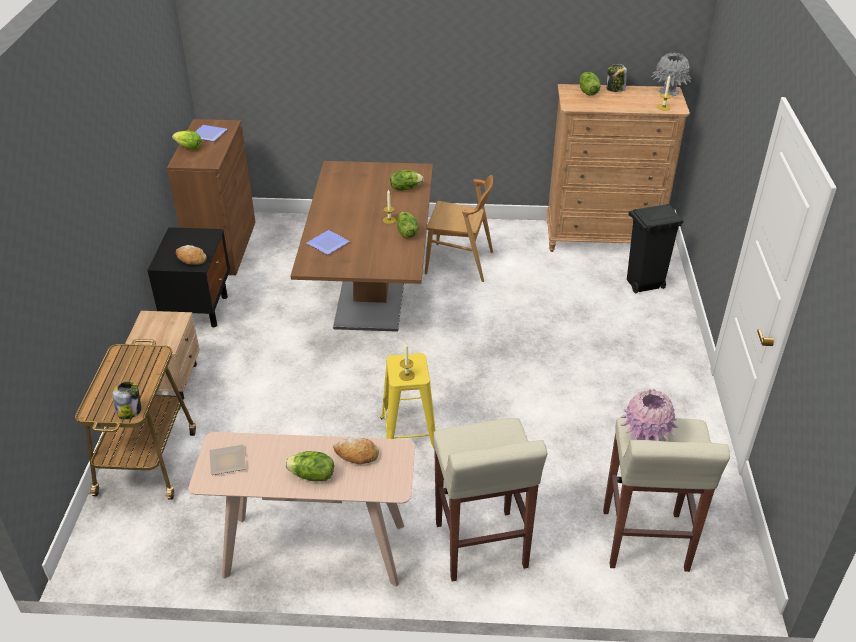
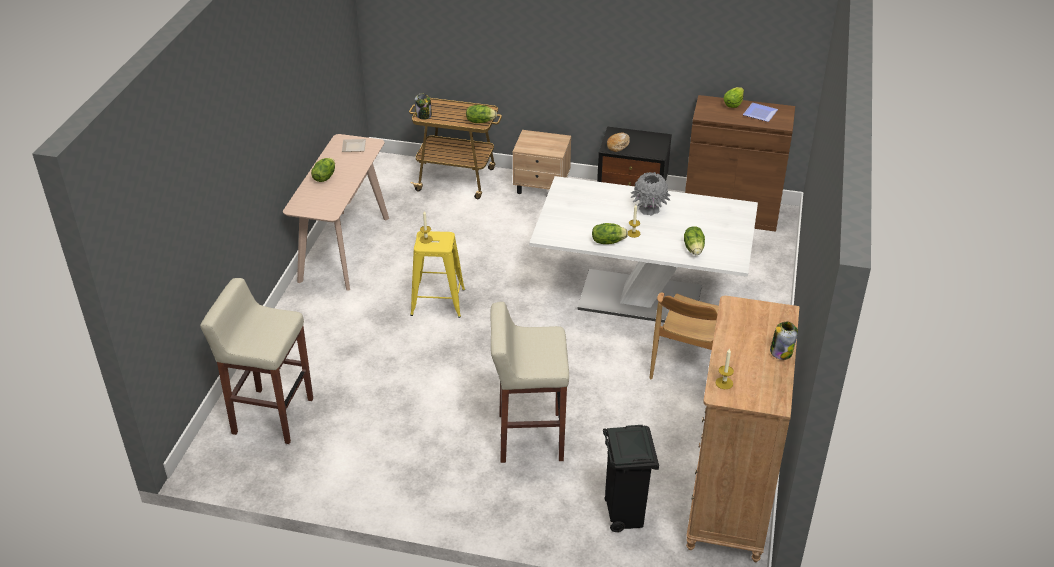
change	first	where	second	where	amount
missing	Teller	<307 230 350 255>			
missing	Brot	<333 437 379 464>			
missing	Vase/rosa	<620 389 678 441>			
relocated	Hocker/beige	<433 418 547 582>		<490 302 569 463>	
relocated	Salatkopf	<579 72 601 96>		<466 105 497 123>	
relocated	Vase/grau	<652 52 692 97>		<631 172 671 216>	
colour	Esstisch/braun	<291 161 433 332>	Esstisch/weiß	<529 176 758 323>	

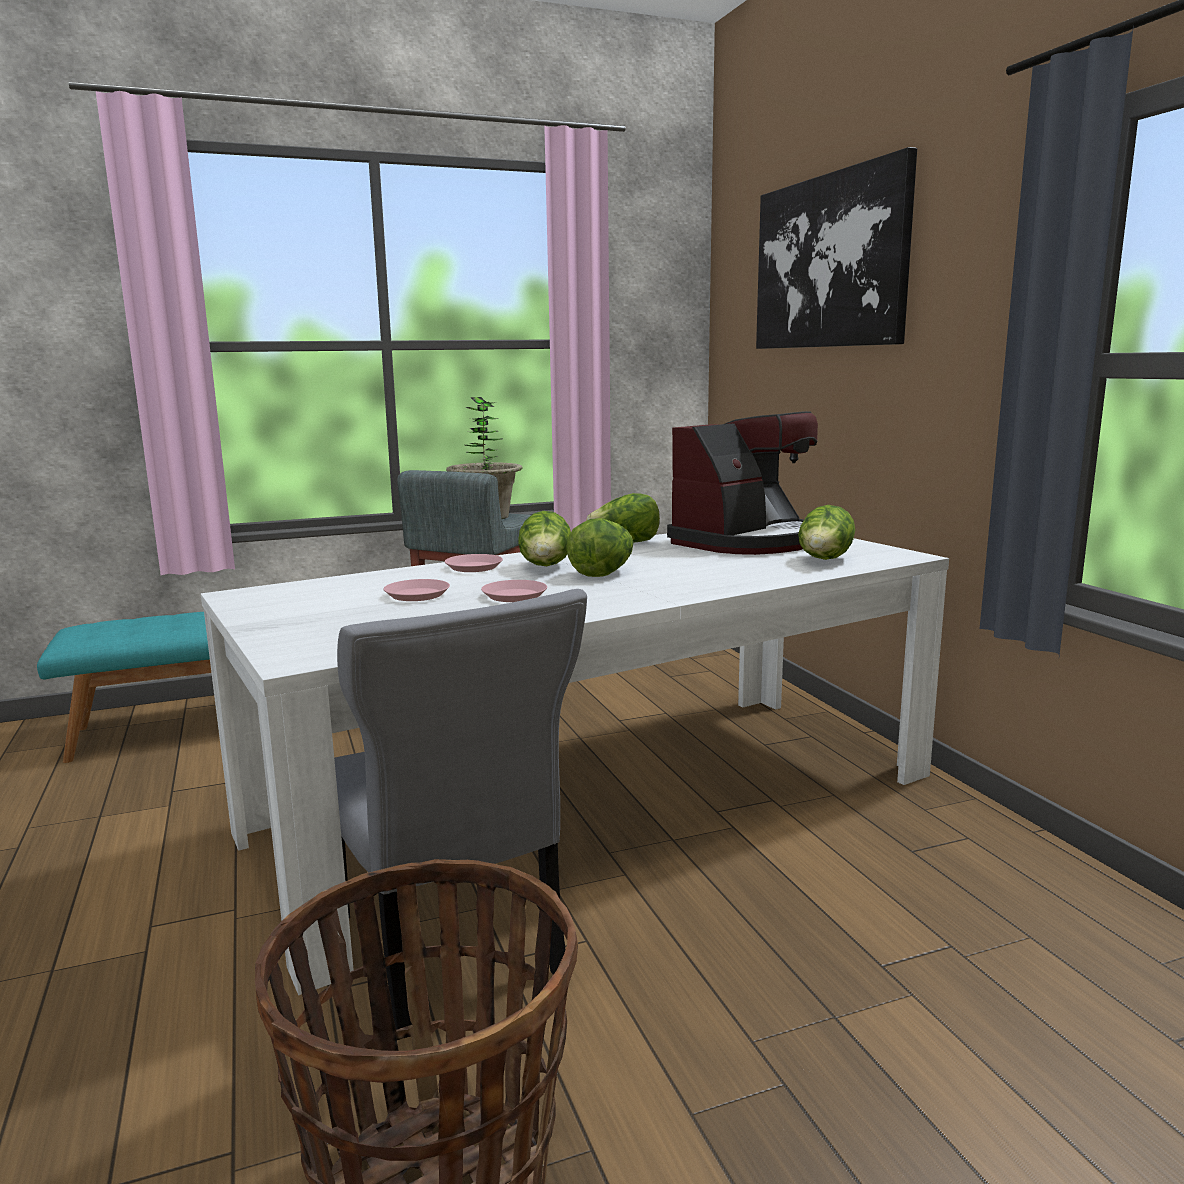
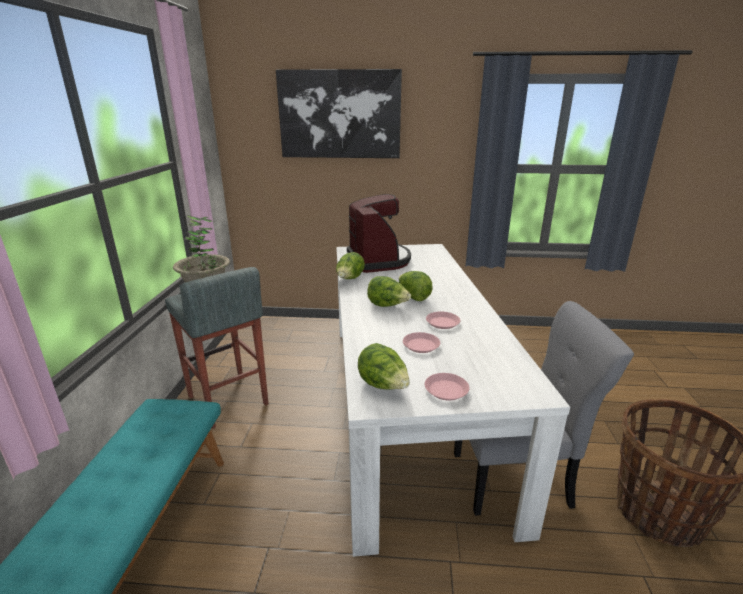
change	first	where	second	where	amount
relocated	Teller/rosa	<445 554 503 572>		<425 373 469 401>	
relocated	Salatkopf	<798 505 855 560>		<358 343 410 389>	

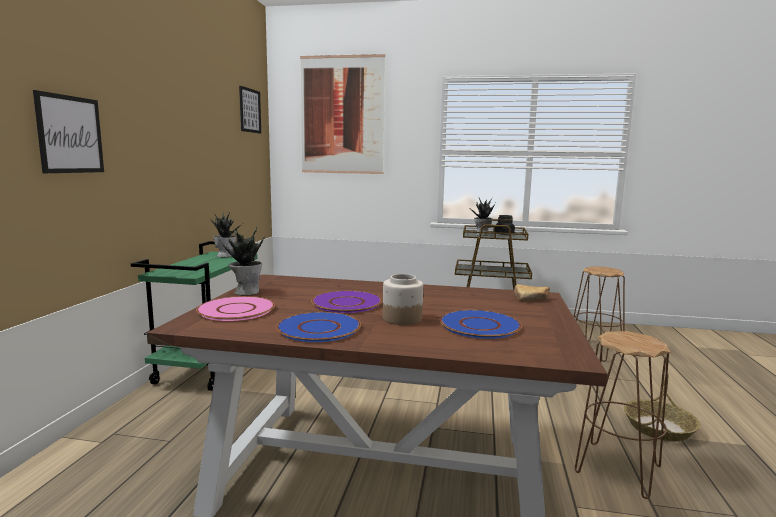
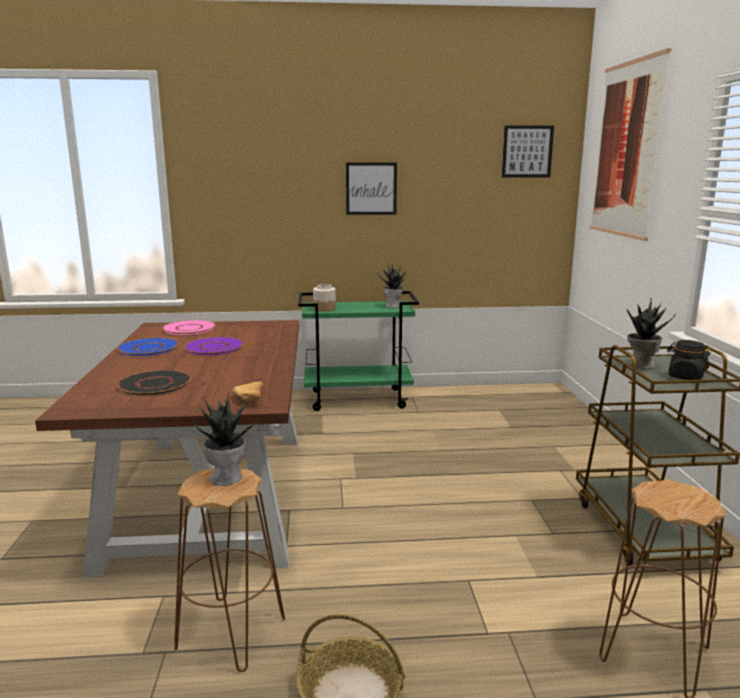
change	first	where	second	where	amount
relocated	Bild	<33 90 104 173>		<346 162 397 215>	
relocated	Topfpflanze	<219 227 265 295>		<194 392 259 486>	
relocated	Vorratsglas	<383 274 423 325>		<313 284 336 312>	
colour	Teller/blau	<439 310 522 339>	Teller/schwarz	<117 370 191 395>	

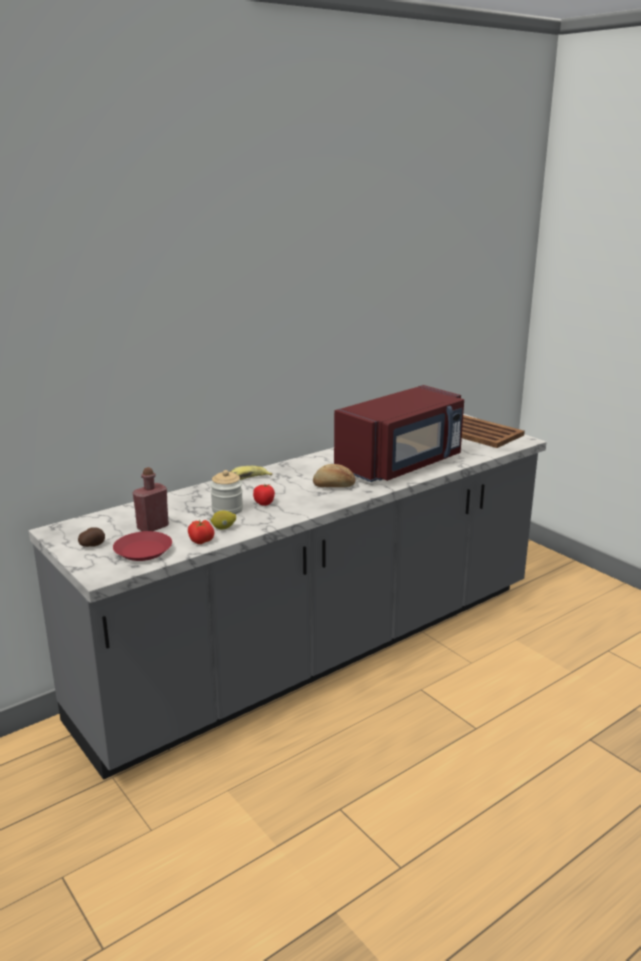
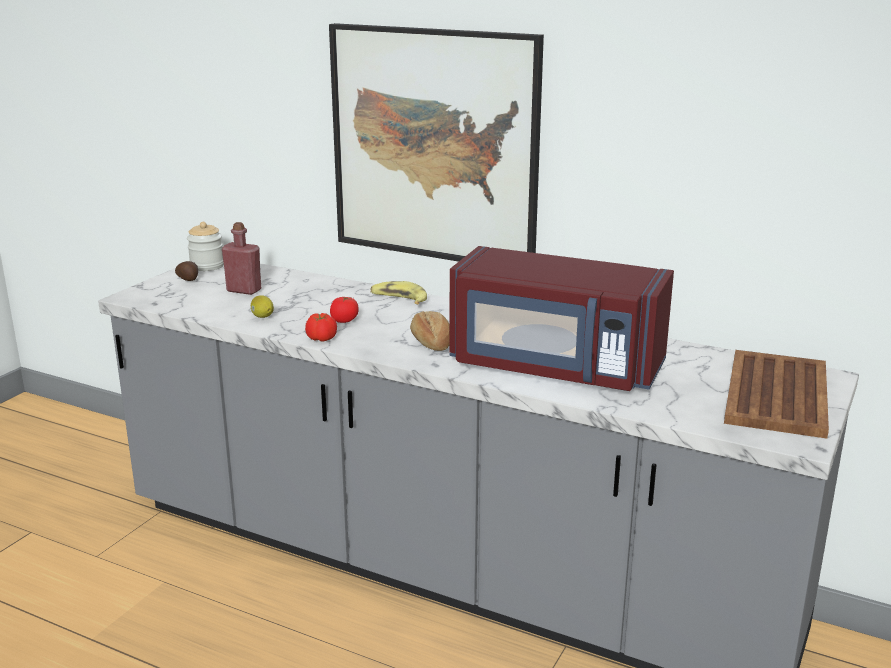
change	first	where	second	where	amount
missing	Teller/rot	<113 531 172 561>			
appeared			Bild	<329 23 544 262>	
relocated	Tomate	<188 520 214 544>		<305 313 337 342>	
relocated	Vorratsglas	<210 470 243 515>		<187 222 224 271>	

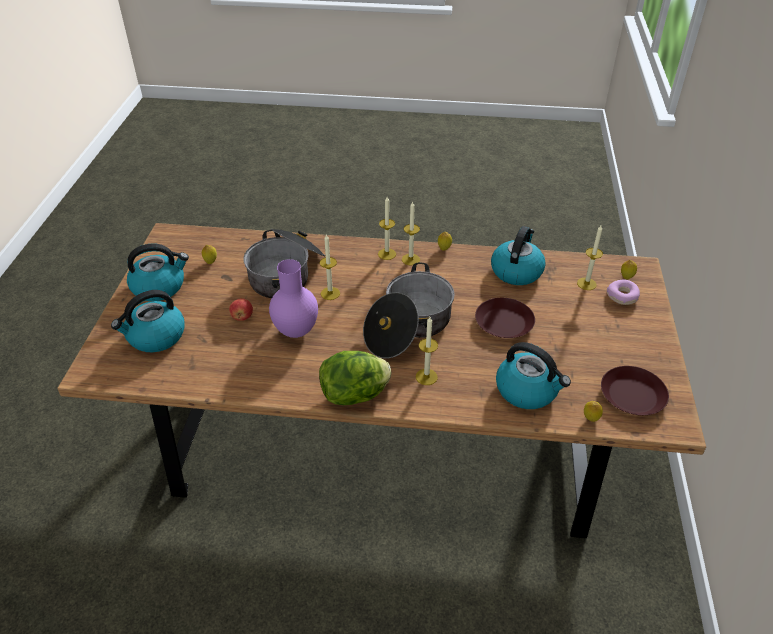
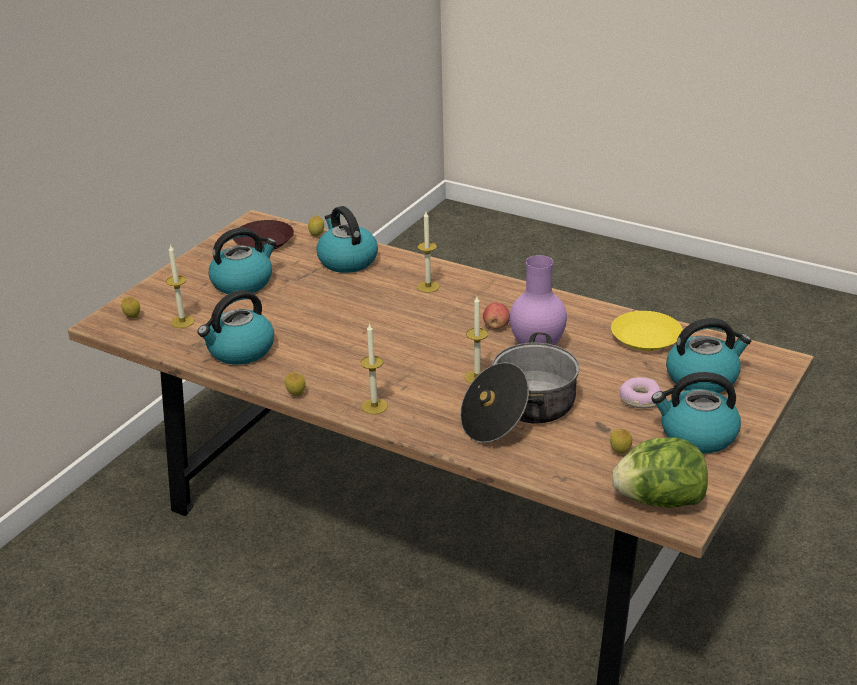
change	first	where	second	where	amount
missing	Kochtopf	<363 263 455 358>			
missing	Kerze	<402 201 420 266>			
missing	Teller/braun	<475 298 535 338>			
appeared			Wasserkessel	<209 228 277 294>	
appeared			Teller/gelb	<611 311 683 351>	
relocated	Apfel	<229 298 253 321>		<483 302 510 329>	
relocated	Salatkopf	<319 351 391 405>		<612 438 708 508>	
relocated	Donut	<607 280 640 305>		<620 377 661 408>	

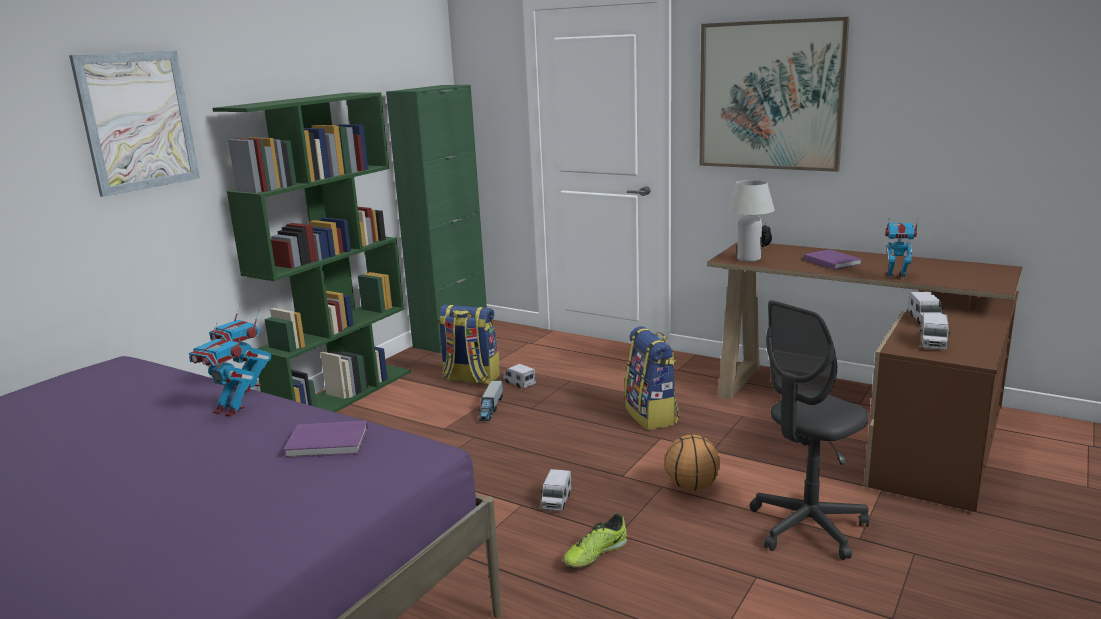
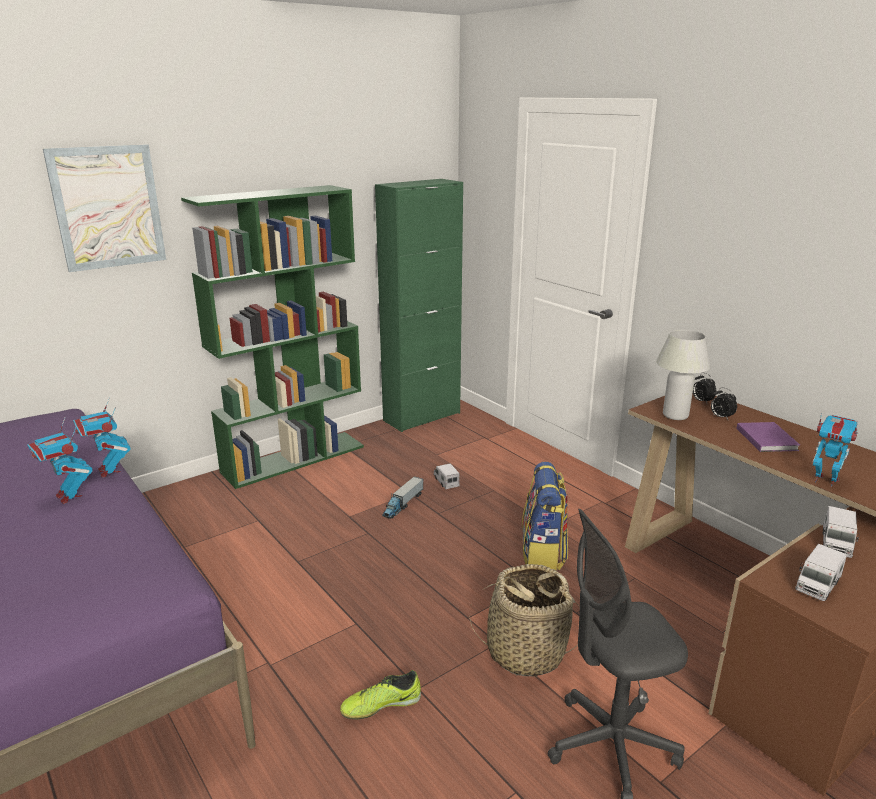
change	first	where	second	where	amount
missing	Buch/lila	<283 421 368 458>			
missing	Rucksack	<439 305 500 385>			
missing	Spielzeuglaster	<541 469 572 511>			
missing	Bild	<699 17 850 172>			
appeared			Wecker	<711 387 737 420>	
exchanged	Basketball	<665 434 720 491>	Korb	<469 564 579 677>	

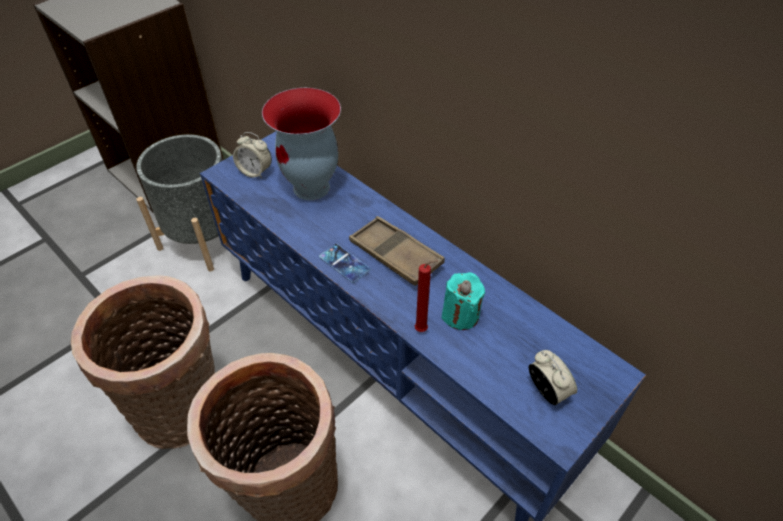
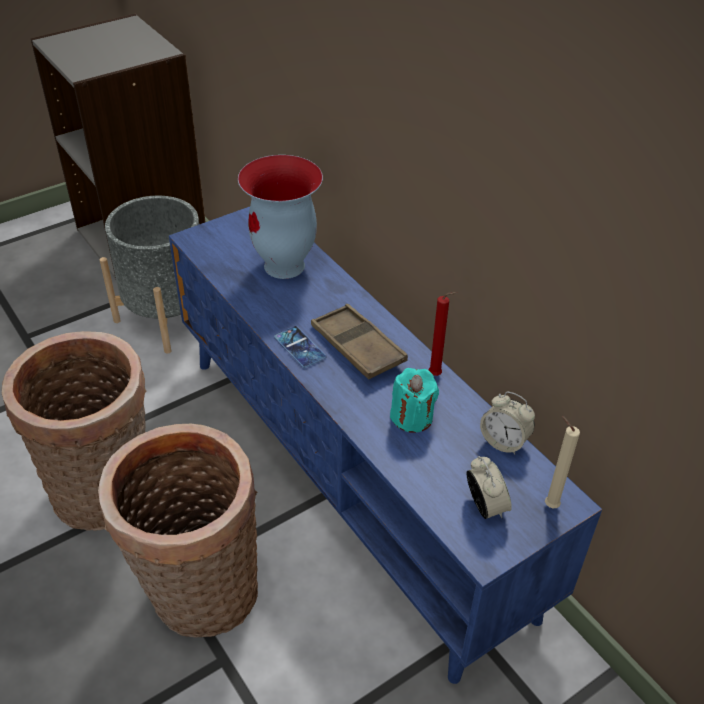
change	first	where	second	where	amount
appeared			Kerze/beige	<545 416 580 508>	
relocated	Wecker	<233 132 272 178>		<480 392 535 455>	
relocated	Kerze/rot	<415 260 438 332>		<429 292 457 376>	

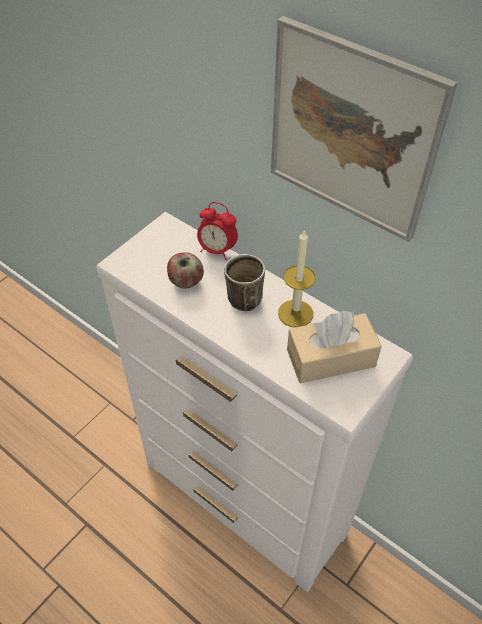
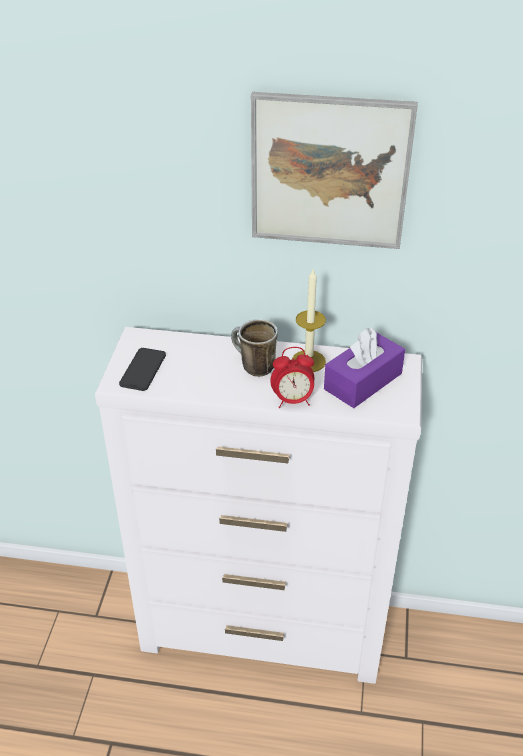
change	first	where	second	where	amount
missing	Apfel	<167 252 204 289>			
appeared			Handy	<119 348 166 391>	
relocated	Wecker	<197 202 238 260>		<270 347 314 408>	
colour	Taschentuchbox/beige	<287 311 382 384>	Taschentuchbox/lila	<324 328 405 408>	

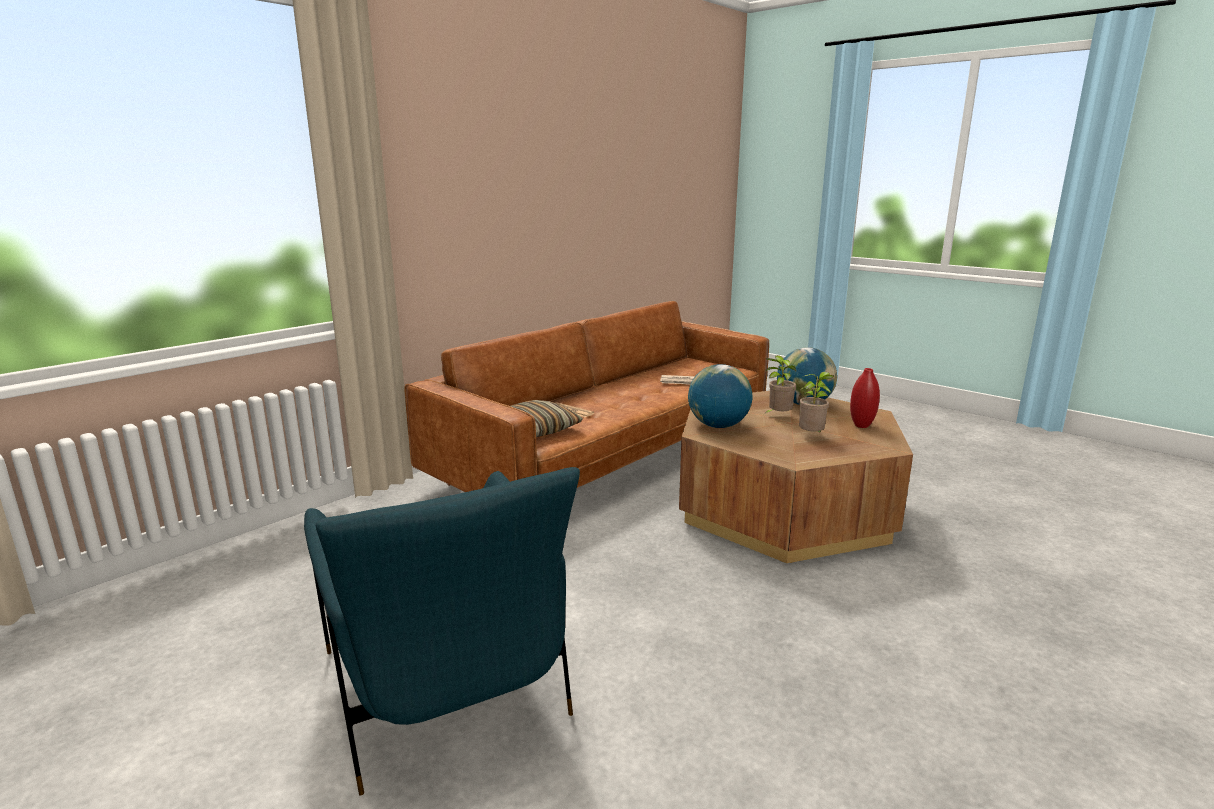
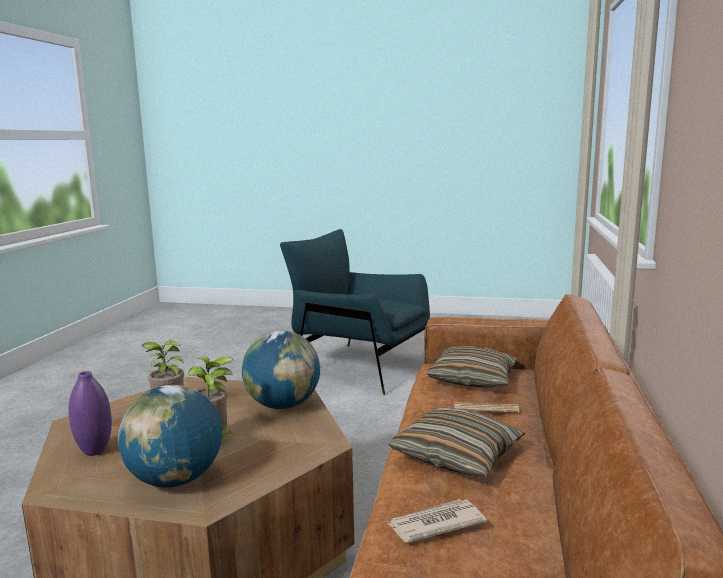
change	first	where	second	where	amount
appeared			Kissen	<388 407 525 476>	
colour	Vase/rot	<850 368 880 428>	Vase/lila	<68 371 112 456>	

